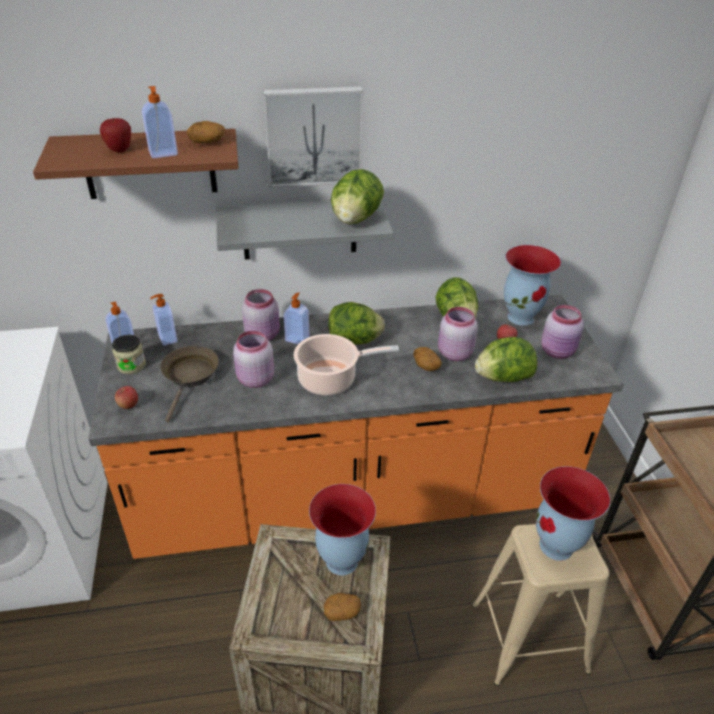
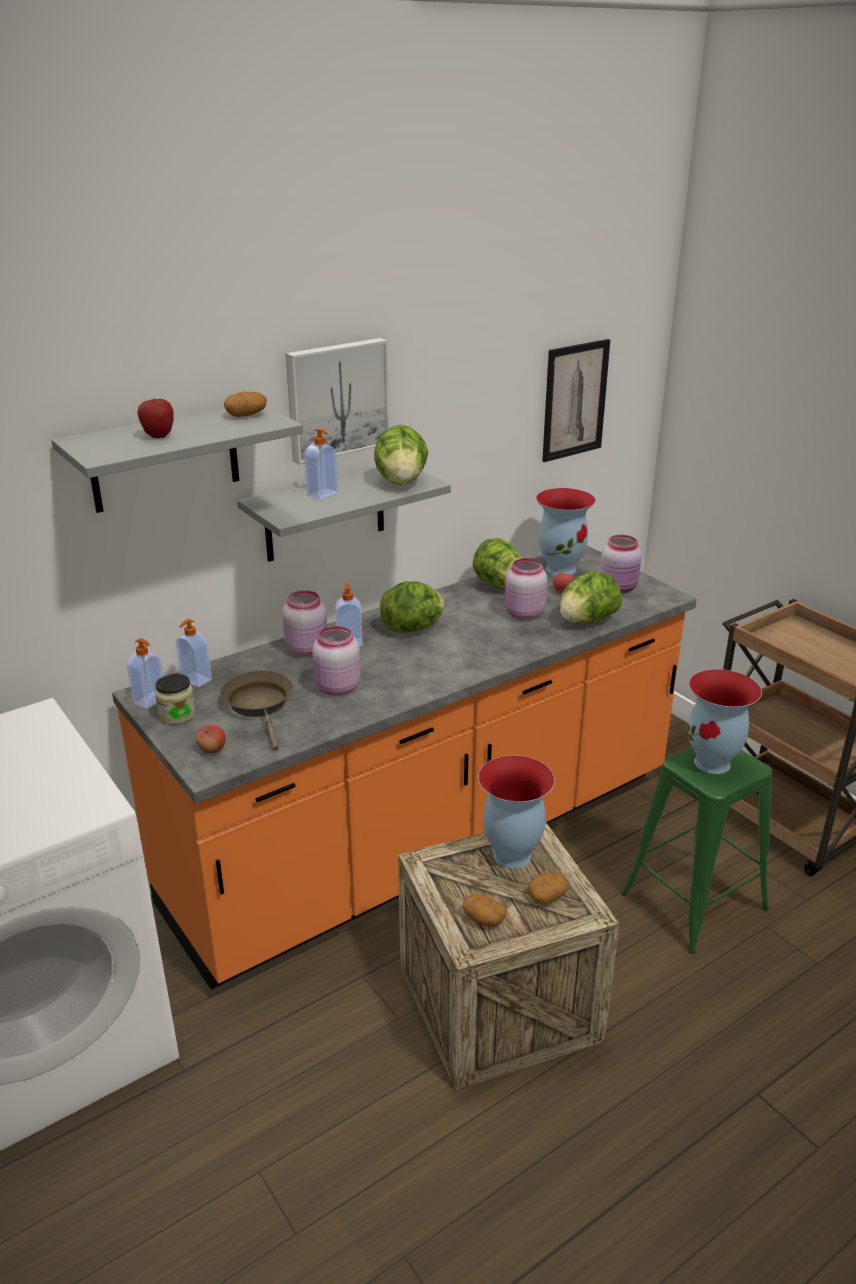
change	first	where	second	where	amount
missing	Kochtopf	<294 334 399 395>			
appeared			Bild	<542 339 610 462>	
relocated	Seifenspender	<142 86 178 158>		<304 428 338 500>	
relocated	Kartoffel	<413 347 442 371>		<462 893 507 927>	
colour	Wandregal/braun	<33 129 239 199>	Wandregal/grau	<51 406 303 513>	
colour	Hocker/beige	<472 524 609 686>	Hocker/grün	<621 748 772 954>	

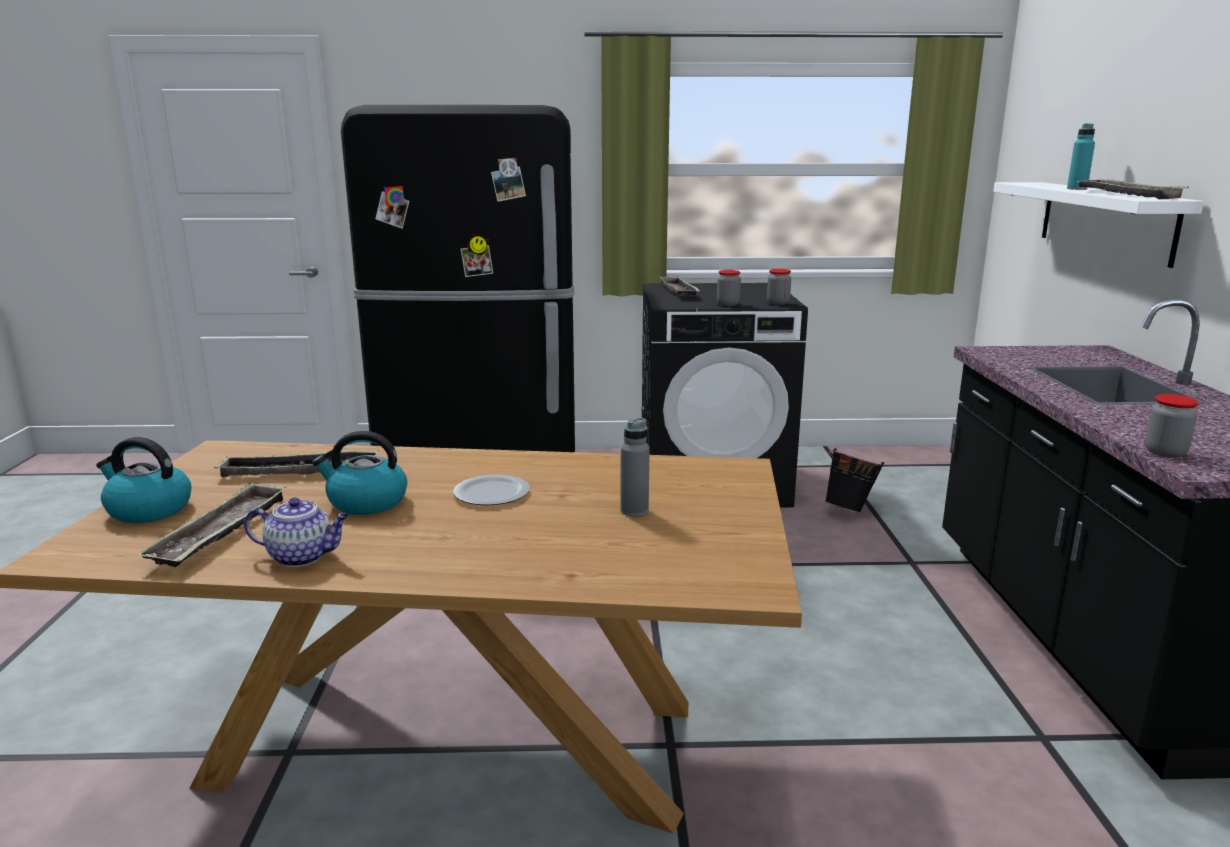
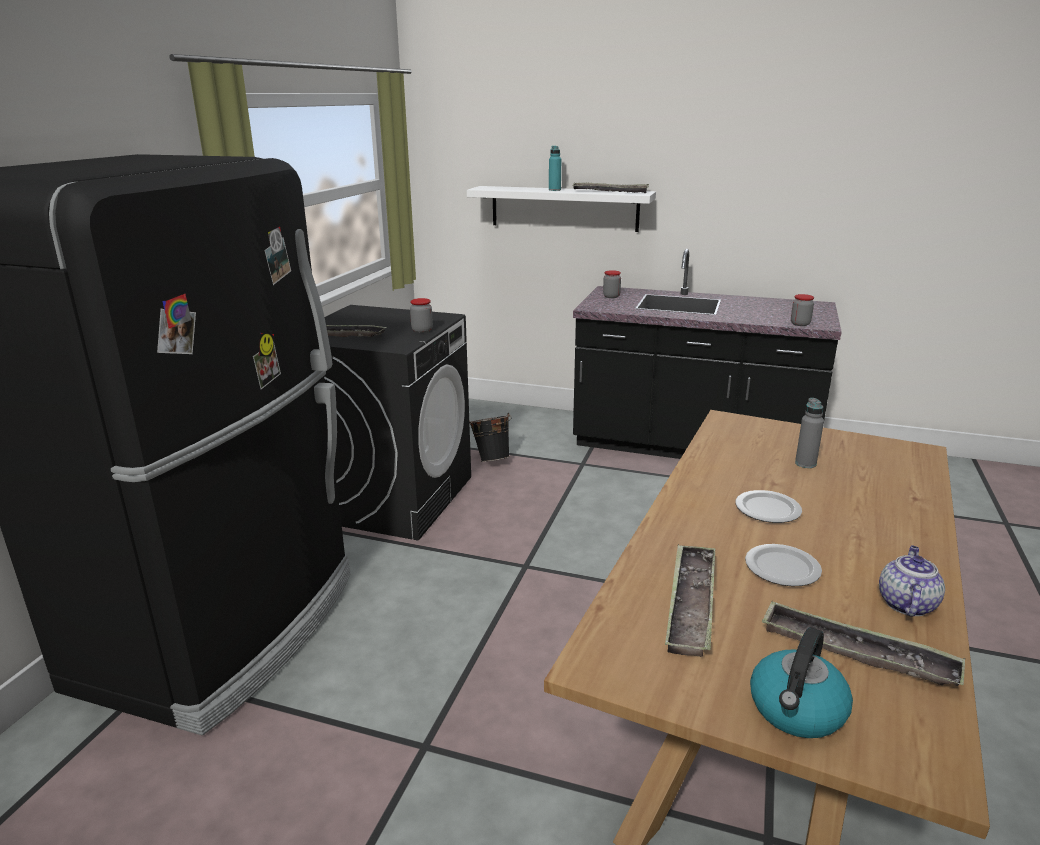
change	first	where	second	where	amount
relocated	Vorratsglas	<767 269 791 305>		<603 270 621 298>	
exchanged	Wasserkessel	<312 431 407 515>	Teller	<745 544 822 586>	

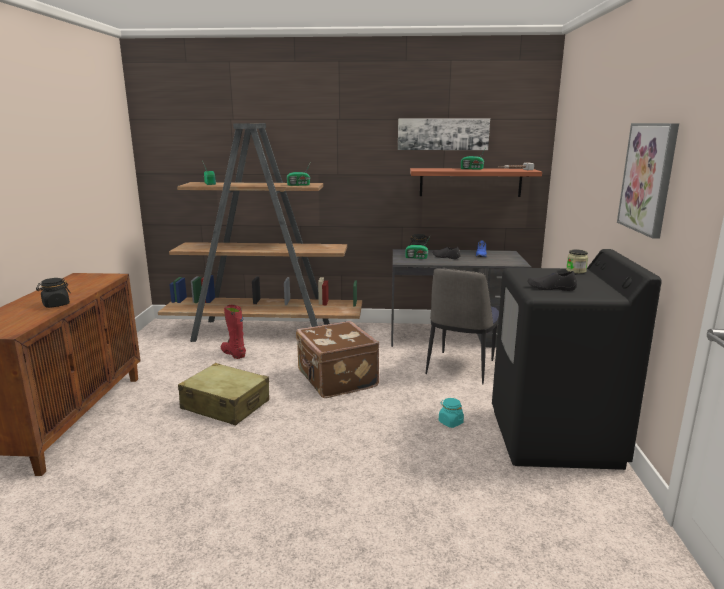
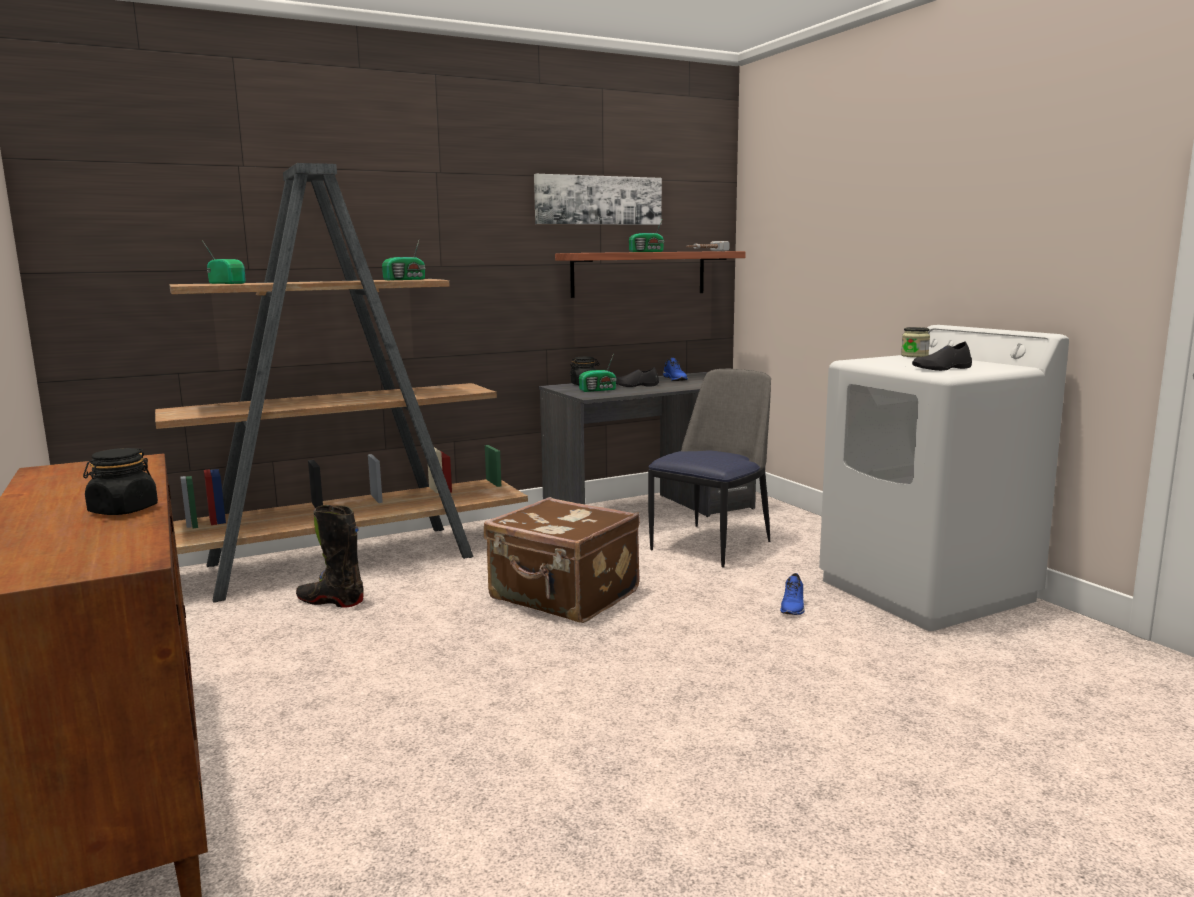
change	first	where	second	where	amount
missing	Koffer/beige	<178 363 269 425>			
missing	Bild	<617 123 679 239>			
exchanged	Vorratsglas/türkis	<439 398 464 428>	Schuh/blau	<780 573 805 615>	
colour	Stiefel/rot	<221 304 246 359>	Stiefel/schwarz	<296 505 364 607>	
colour	Waschmaschine/schwarz	<492 249 662 470>	Waschmaschine/weiß	<819 325 1069 631>	
spun	Stuhl	<426 268 499 384>		<648 369 771 568>	135 degrees counterclockwise

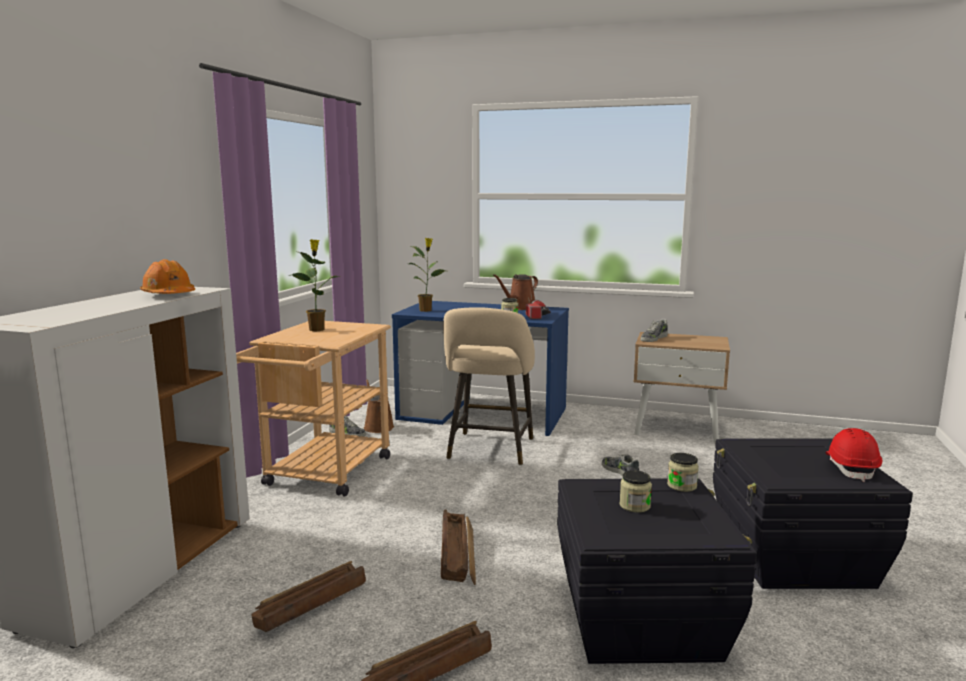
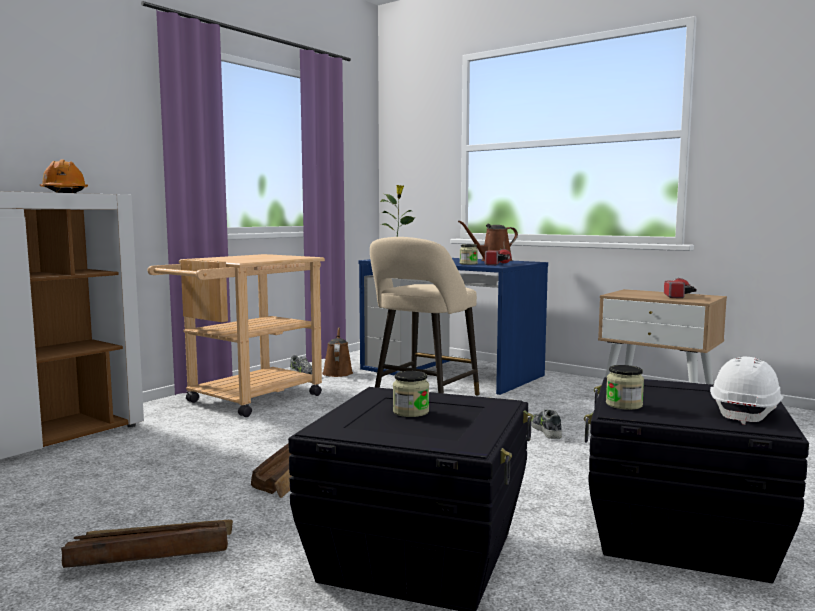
change	first	where	second	where	amount
missing	Kiste	<252 561 366 632>			
missing	Topfpflanze	<288 239 339 331>			
missing	Schuh	<640 319 668 342>			
appeared			Taschenlampe	<664 278 697 298>	
relocated	Vorratsglas	<667 453 699 492>		<606 365 644 410>	
colour	Schutzhelm/rot	<826 428 882 482>	Schutzhelm/weiß	<710 356 784 425>	

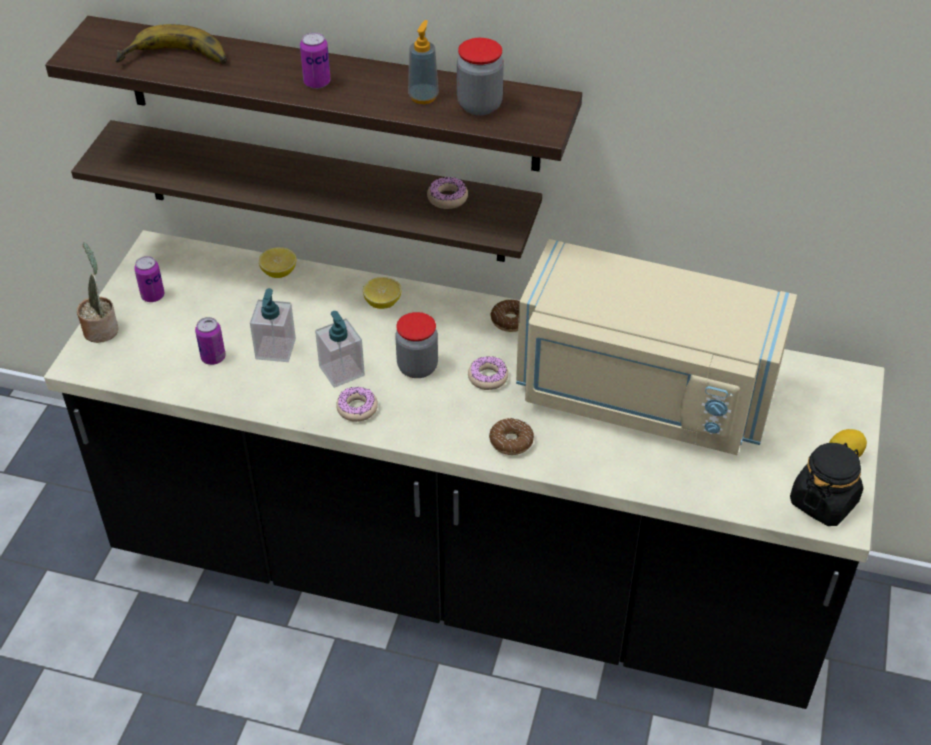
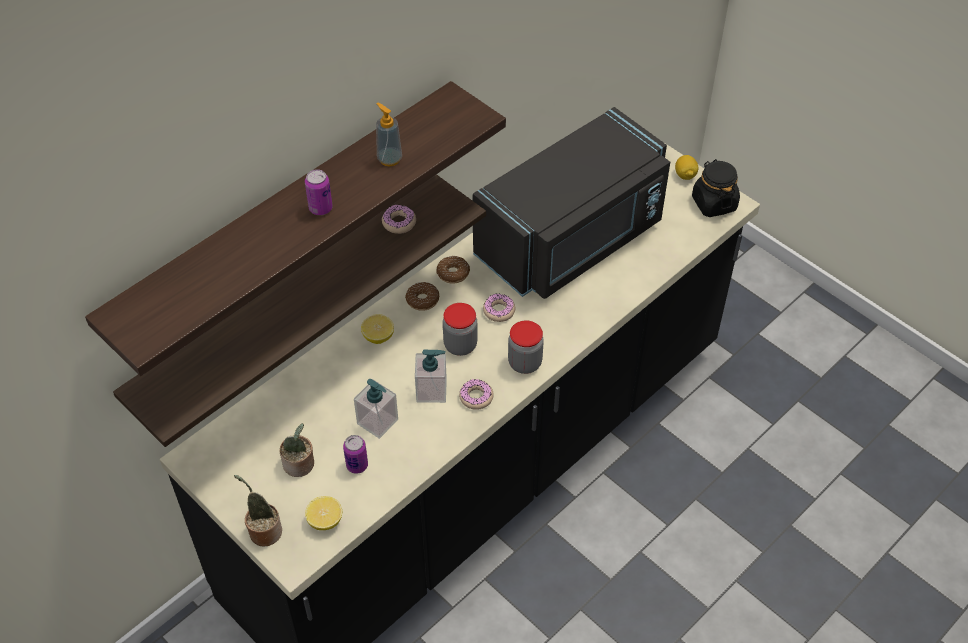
change	first	where	second	where	amount
missing	Banane	<115 24 227 64>			
missing	Dose	<134 256 165 302>			
appeared			Topfpflanze	<279 423 314 477>	
relocated	Zitrone	<259 247 296 278>		<305 496 342 530>	
relocated	Vorratsglas	<457 38 504 115>		<508 320 544 374>	
relocated	Donut	<489 418 534 455>		<405 282 439 311>	
colour	Mikrowelle/beige	<516 239 797 455>	Mikrowelle/schwarz	<473 107 670 299>	

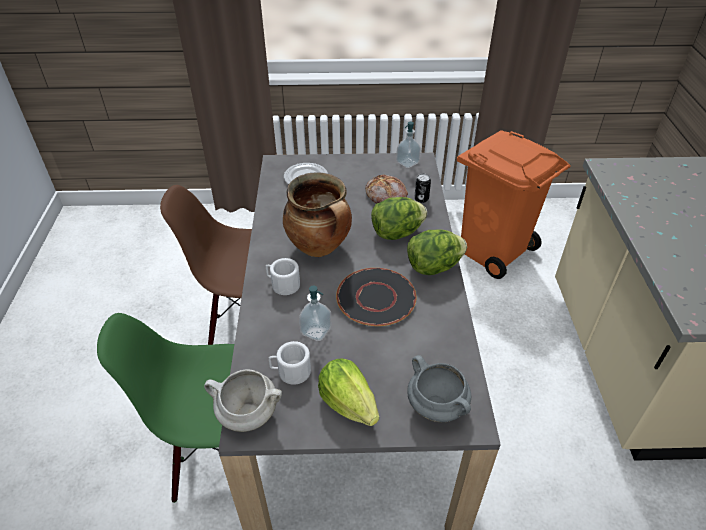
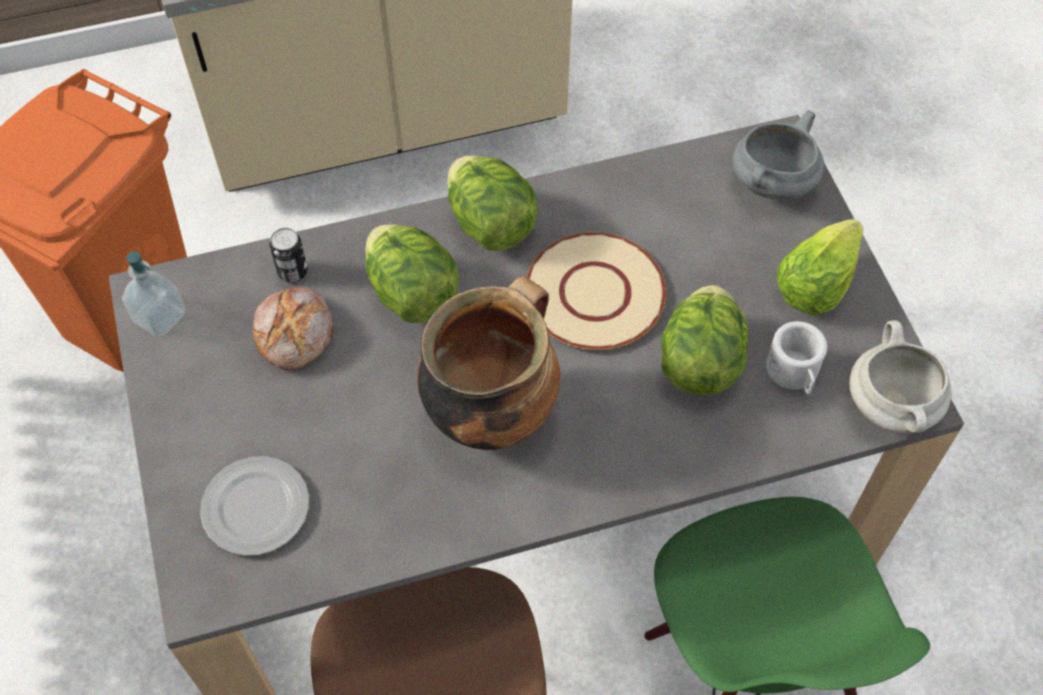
change	first	where	second	where	amount
missing	Henkelbecher/weiß	<266 258 300 295>			
exchanged	Seifenspender	<299 286 331 341>	Salatkopf	<661 285 749 395>	
colour	Teller/schwarz	<336 268 416 326>	Teller/beige	<526 232 666 350>	

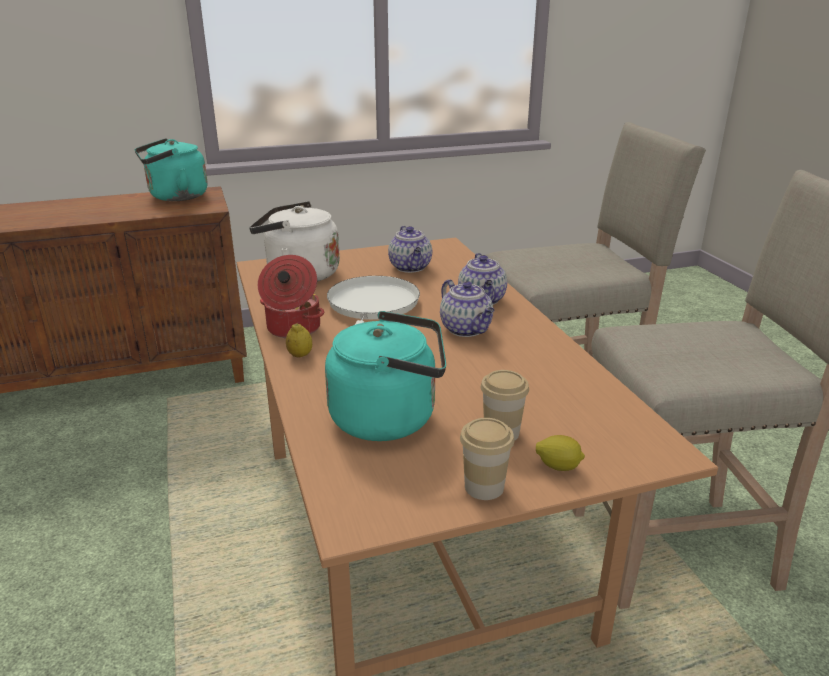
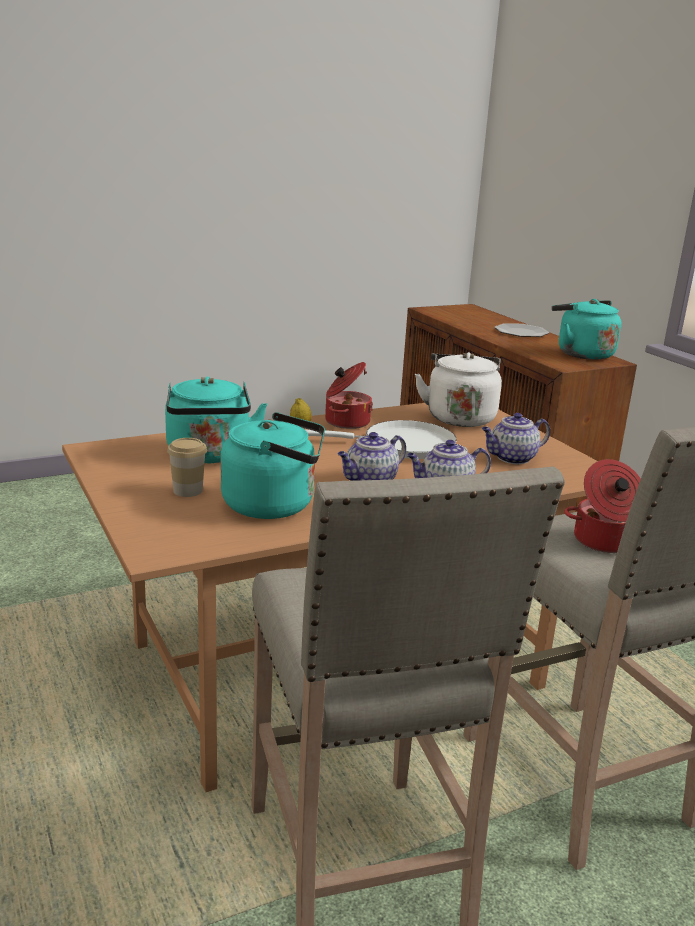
change	first	where	second	where	amount
missing	Tasse	<460 418 514 500>			
missing	Zitrone	<536 435 585 471>			
appeared			Wasserkessel/türkis	<221 412 325 519>	
appeared			Teller	<494 323 549 337>	
appeared			Kochtopf	<564 459 641 553>	

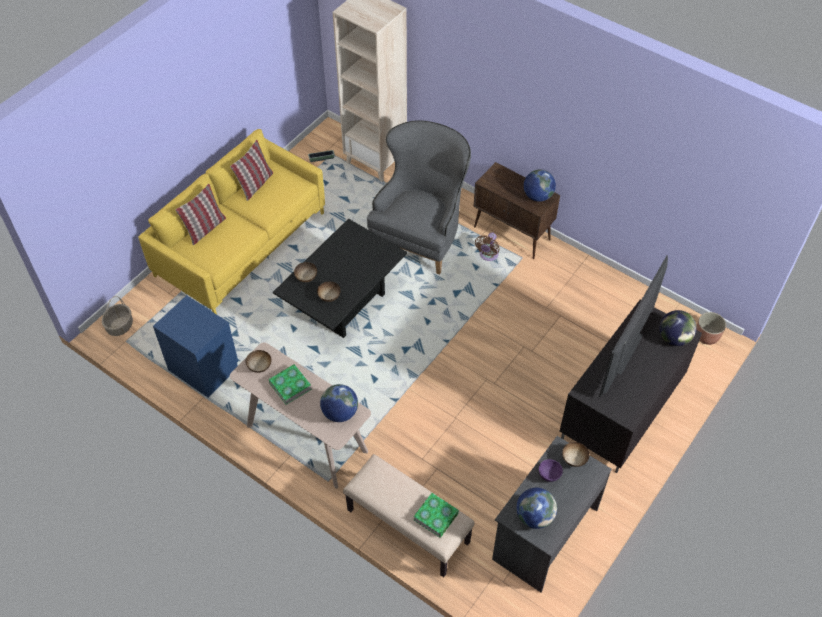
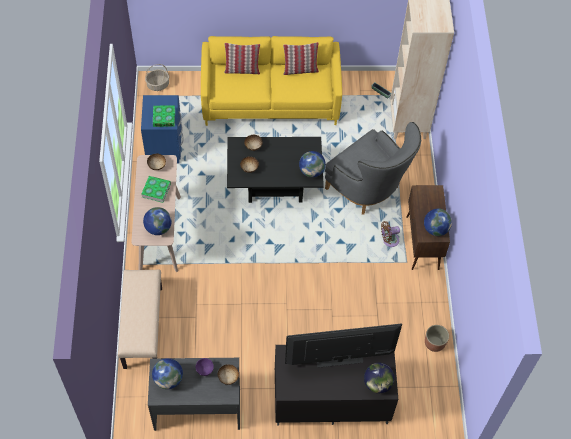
change	first	where	second	where	amount
appeared			Globus	<299 151 326 177>	
relocated	Buch	<413 493 459 538>		<153 105 175 127>	
relocated	Pflanzkübel	<697 312 726 345>		<425 325 449 352>	
spun	Sessel/grau	<367 120 471 275>		<325 122 421 214>	60 degrees clockwise

